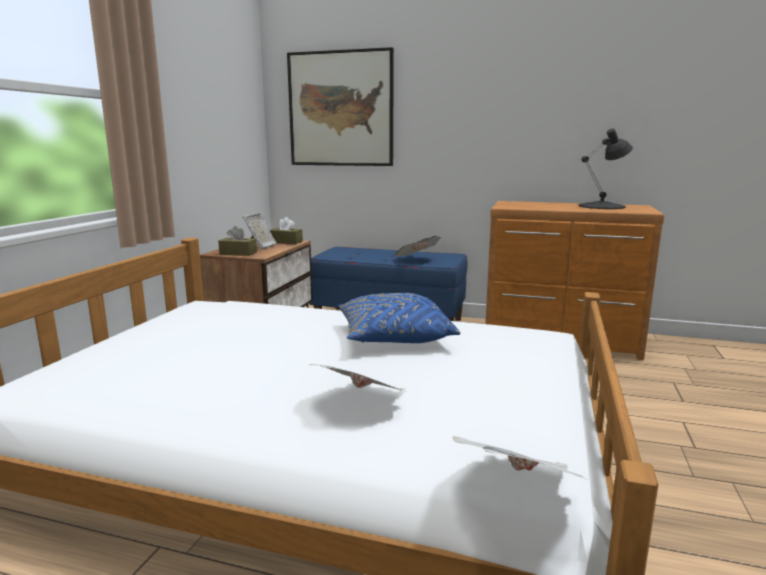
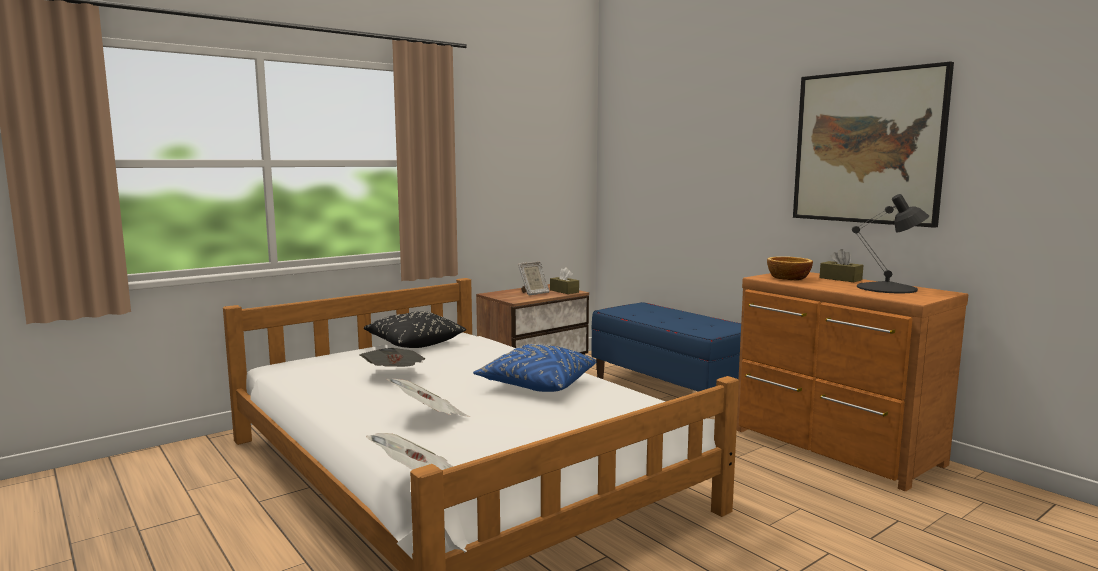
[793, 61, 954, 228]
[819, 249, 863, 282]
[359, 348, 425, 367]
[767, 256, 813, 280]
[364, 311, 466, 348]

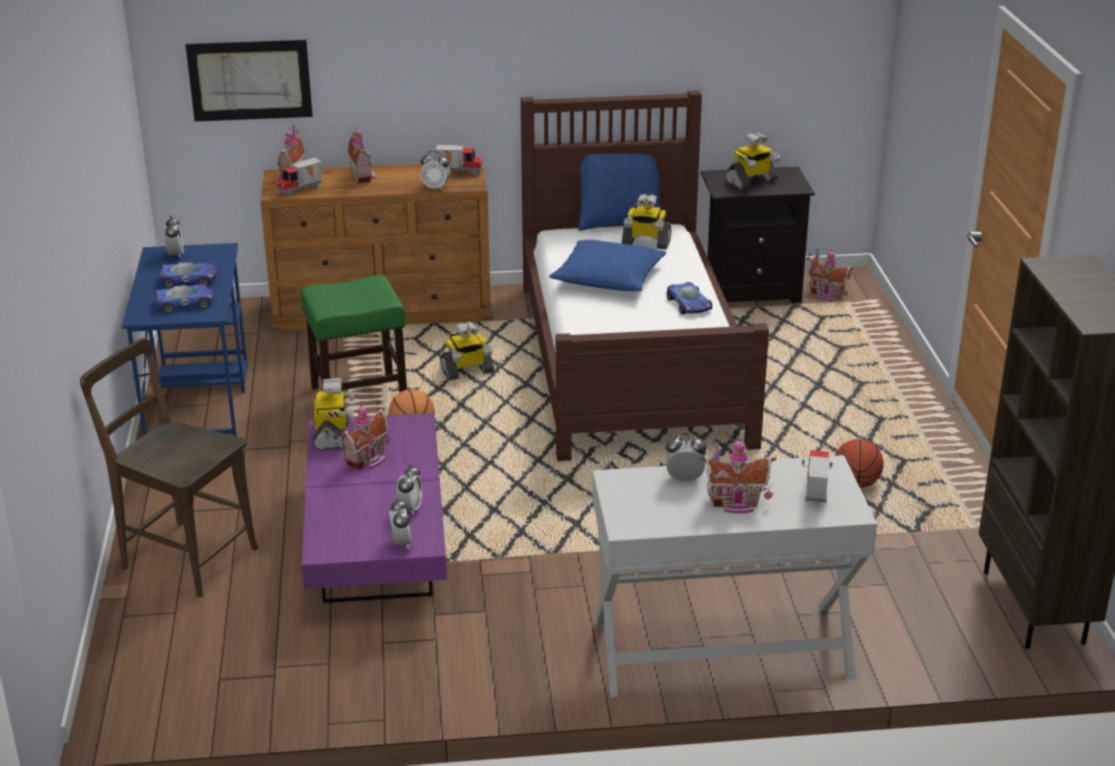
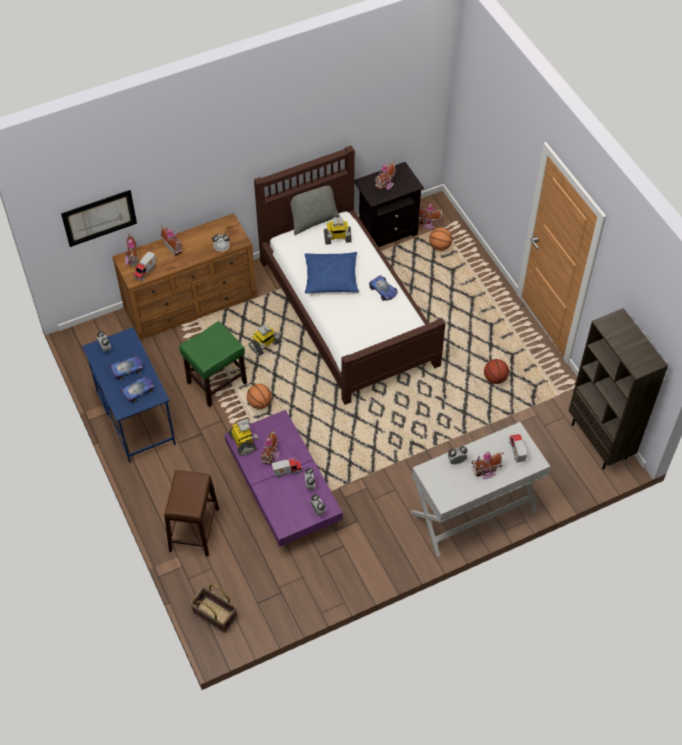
[375, 161, 396, 191]
[272, 458, 302, 478]
[290, 172, 340, 235]
[164, 470, 219, 557]
[429, 228, 453, 251]
[190, 584, 237, 633]

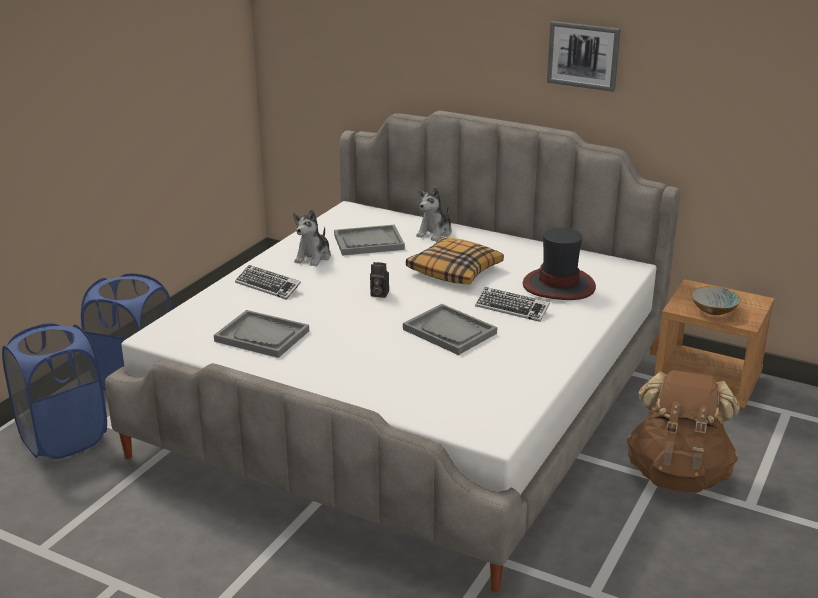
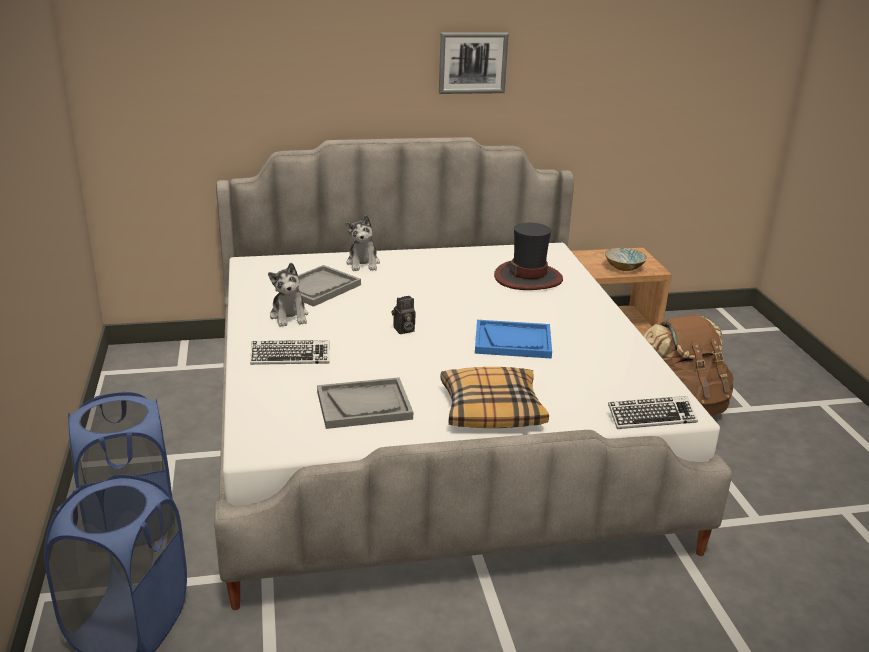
[440, 367, 549, 428]
[608, 396, 698, 429]
[475, 320, 552, 358]

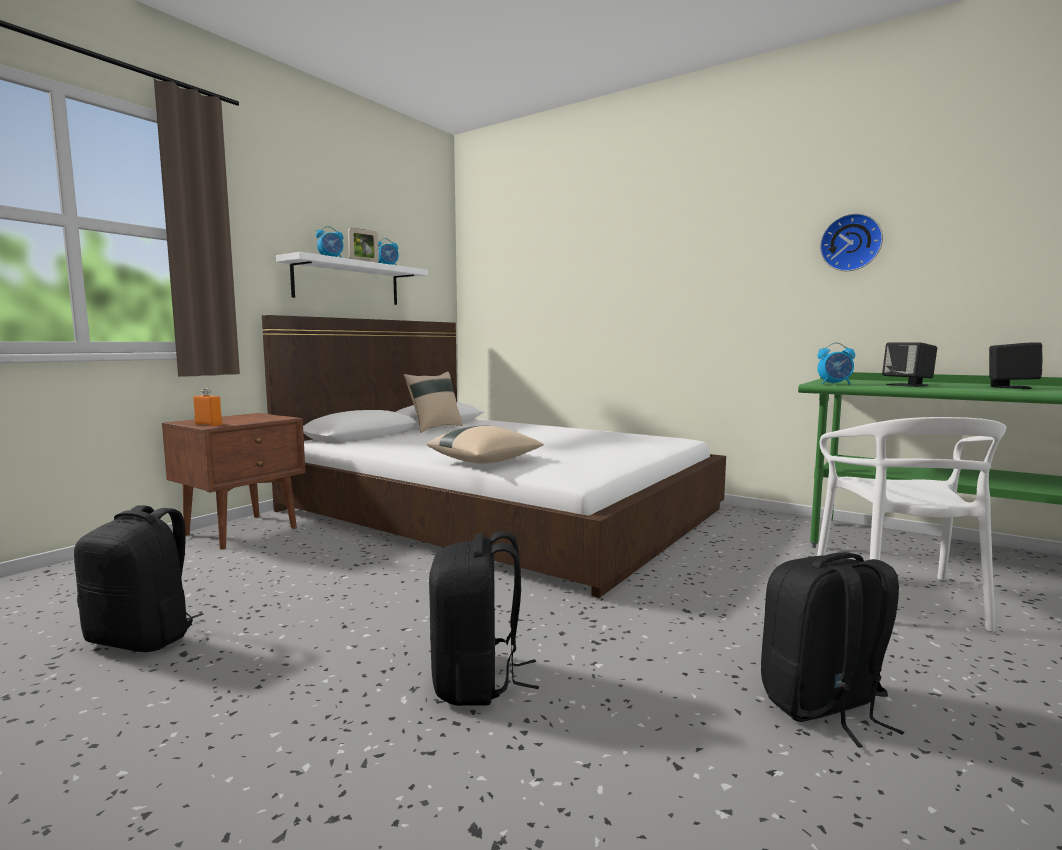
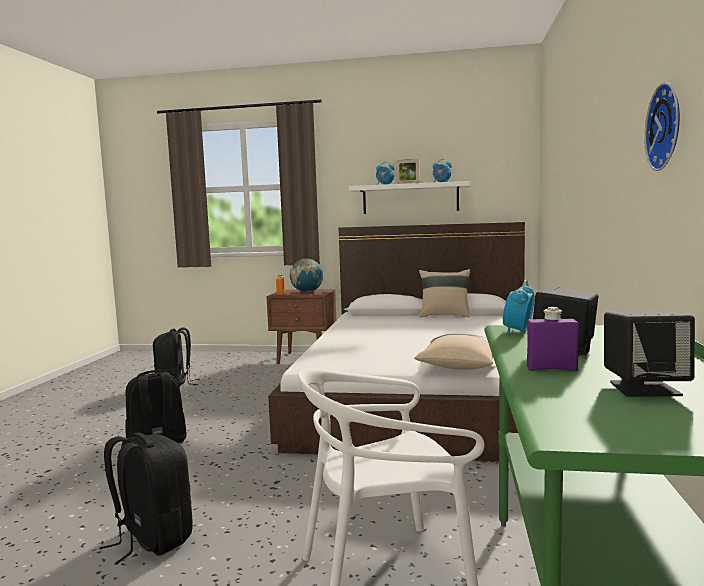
[503, 280, 534, 335]
[414, 334, 493, 370]
[290, 259, 323, 293]
[527, 307, 579, 371]

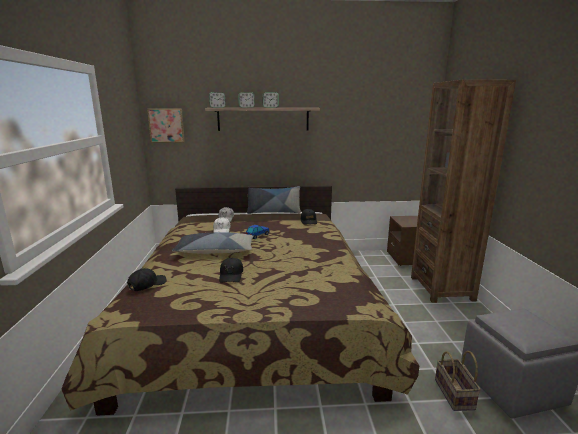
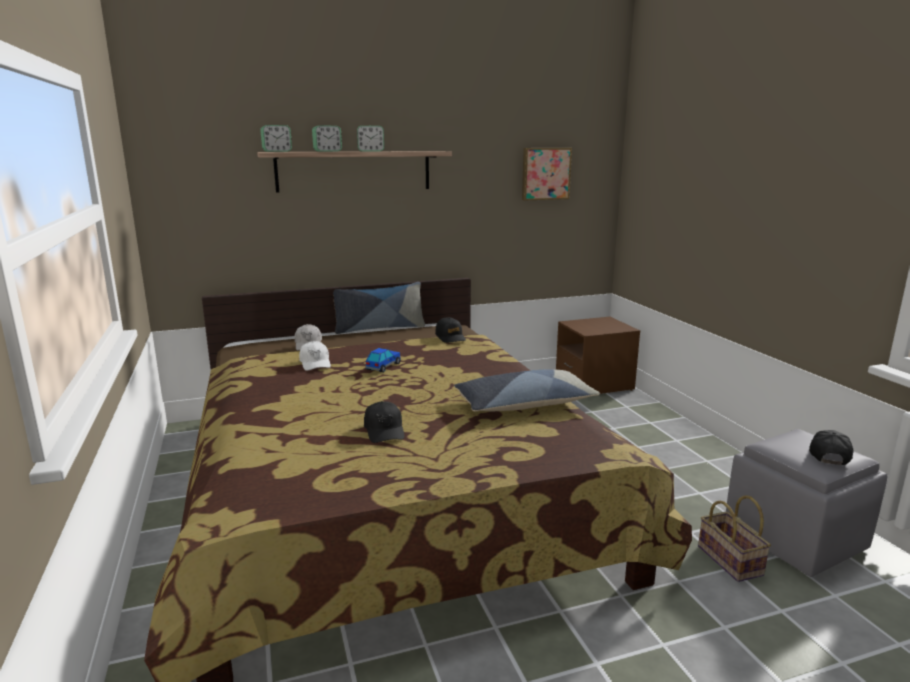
[411, 79, 516, 303] (first image)
[522, 148, 572, 201]
[454, 369, 600, 411]
[809, 430, 853, 465]

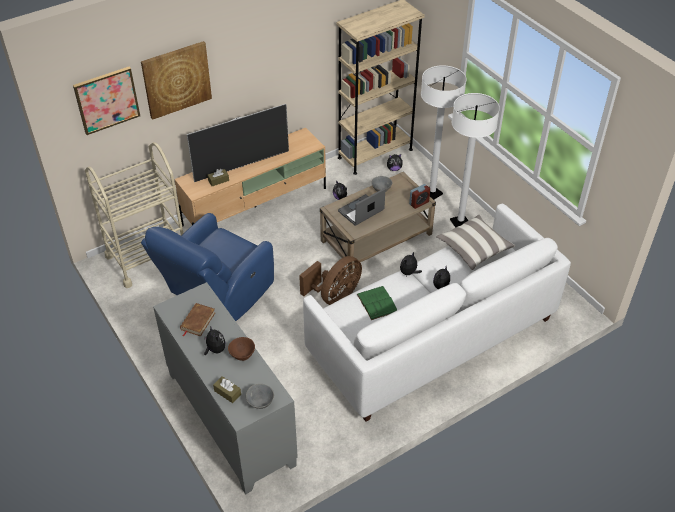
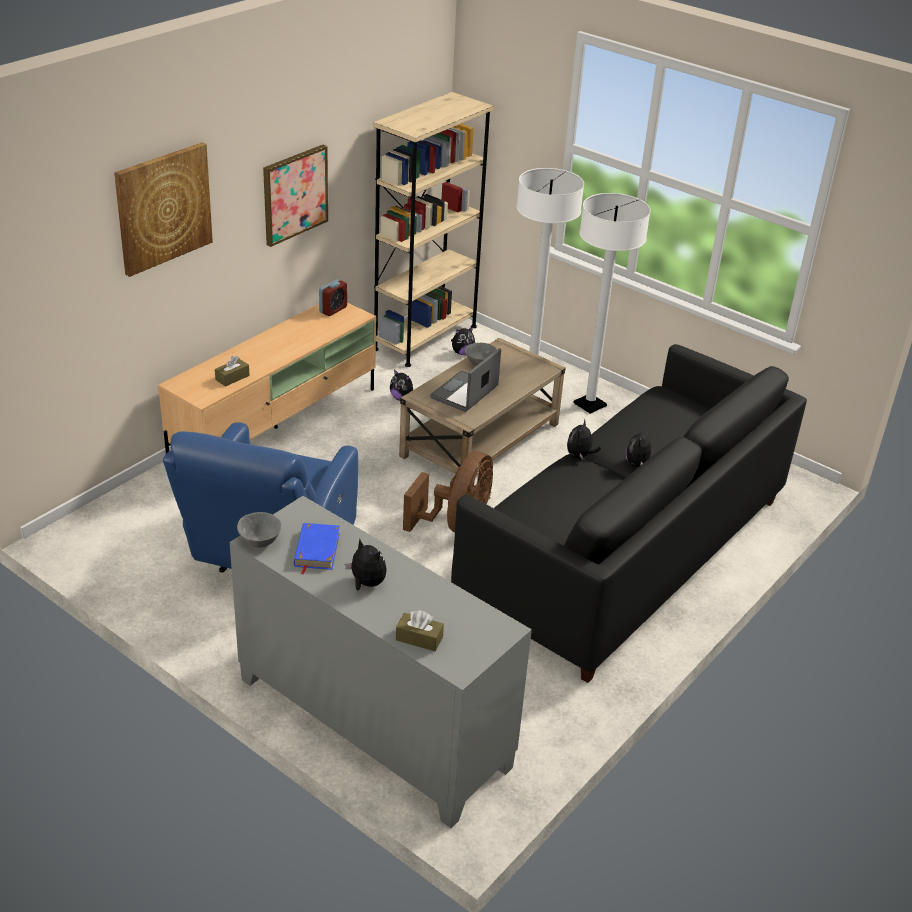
[263, 144, 328, 247]
[187, 104, 289, 182] (first image)
[85, 142, 184, 288] (first image)
[319, 279, 347, 316]
[451, 344, 807, 683]
[436, 214, 515, 270] (first image)
[357, 286, 397, 320] (first image)
[294, 523, 340, 575]
[228, 337, 255, 361] (first image)
[237, 512, 282, 548]

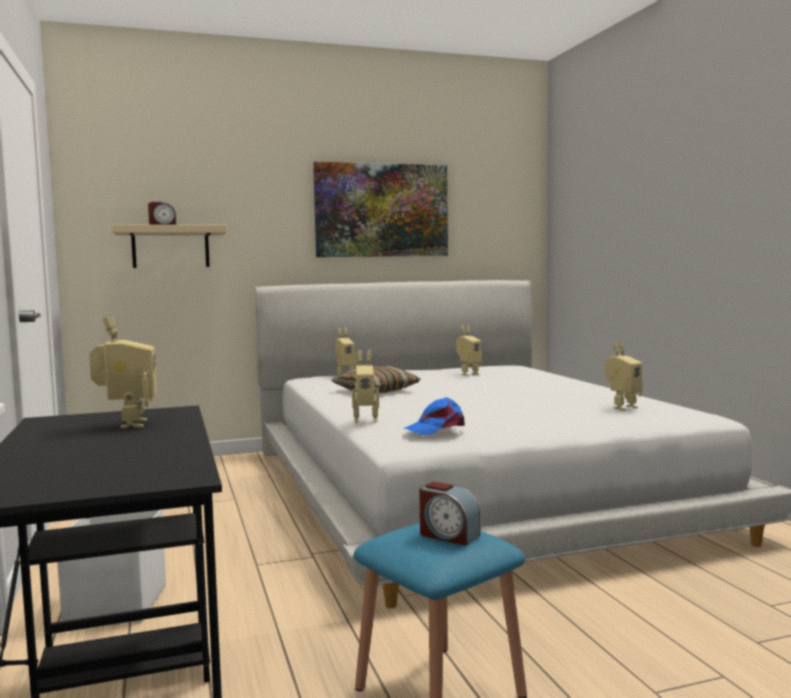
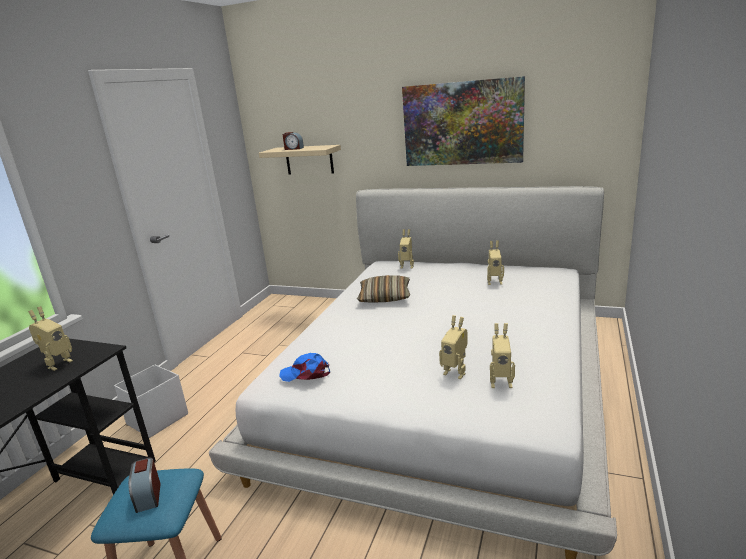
[439, 315, 468, 379]

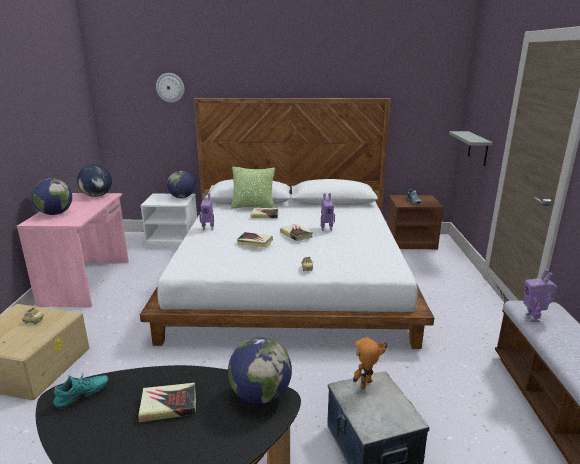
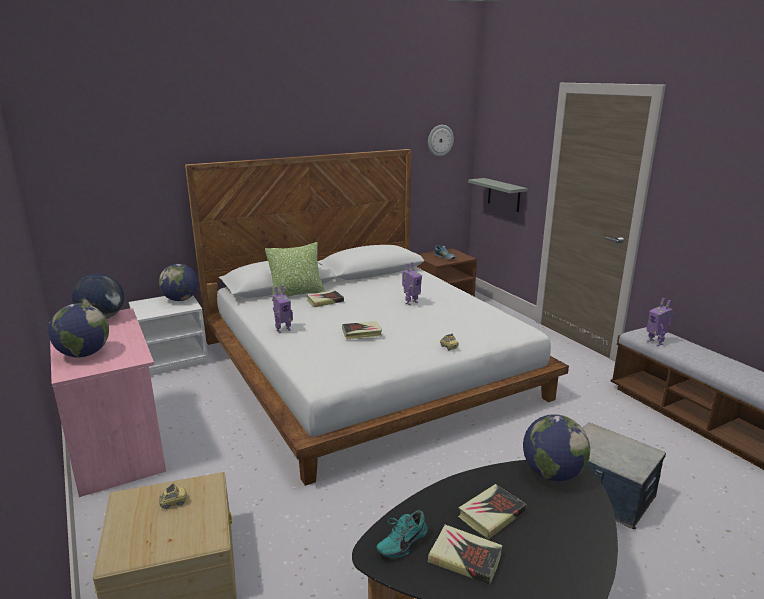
[428, 125, 454, 156]
[428, 525, 503, 585]
[353, 337, 387, 389] (first image)
[377, 510, 428, 558]

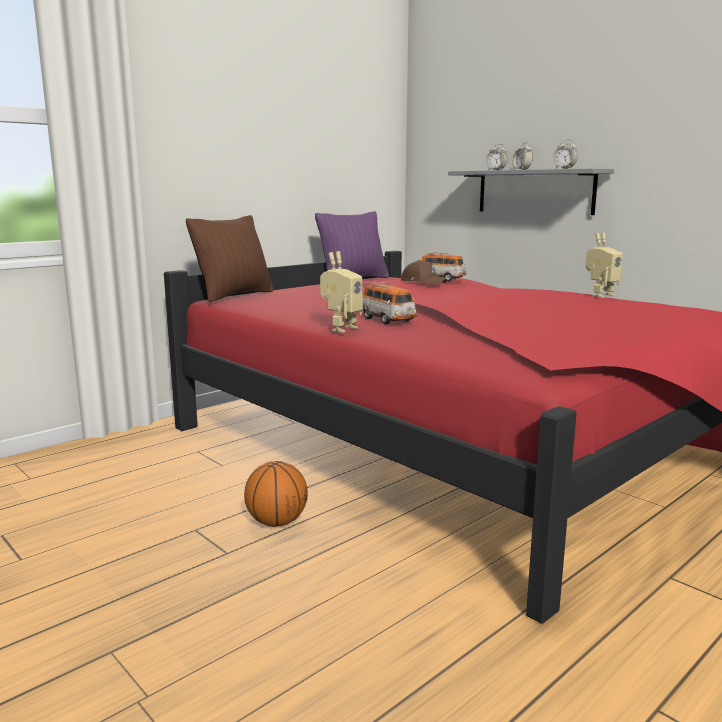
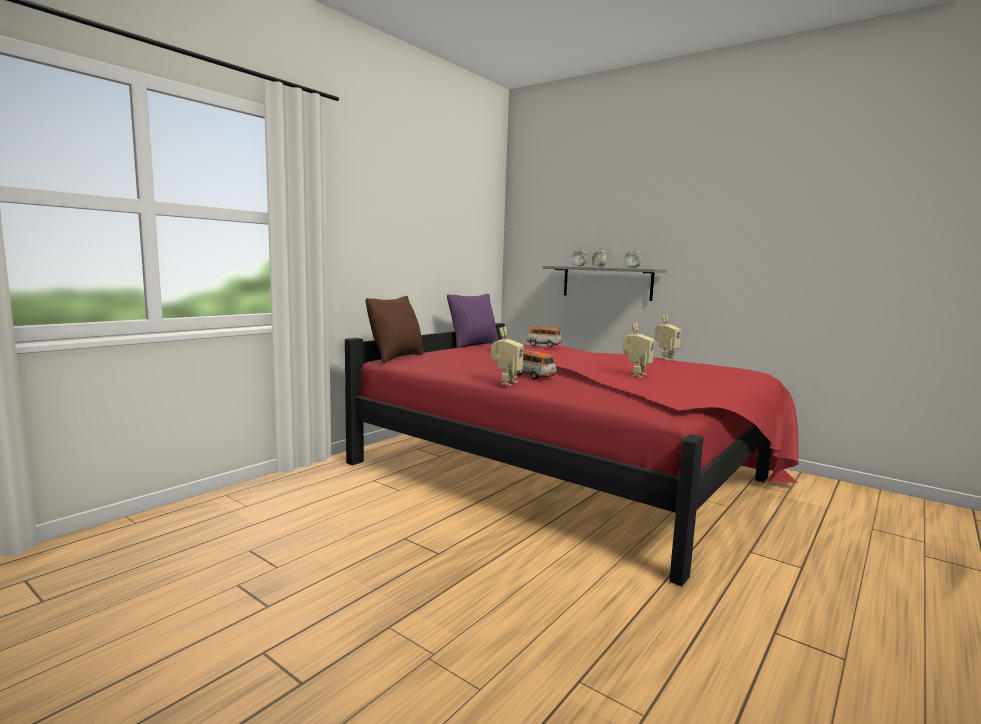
[401, 260, 447, 285] (first image)
[244, 461, 308, 527] (first image)
[622, 322, 655, 377]

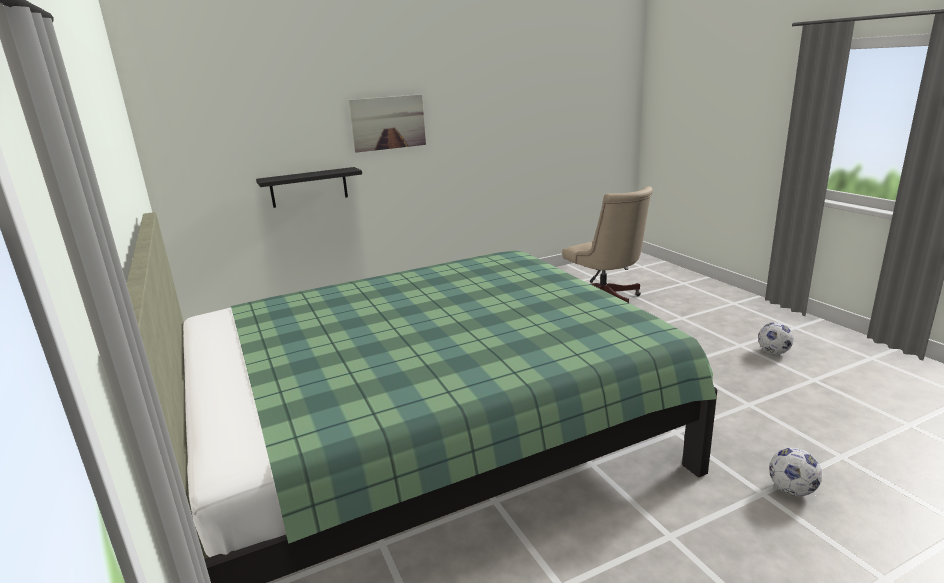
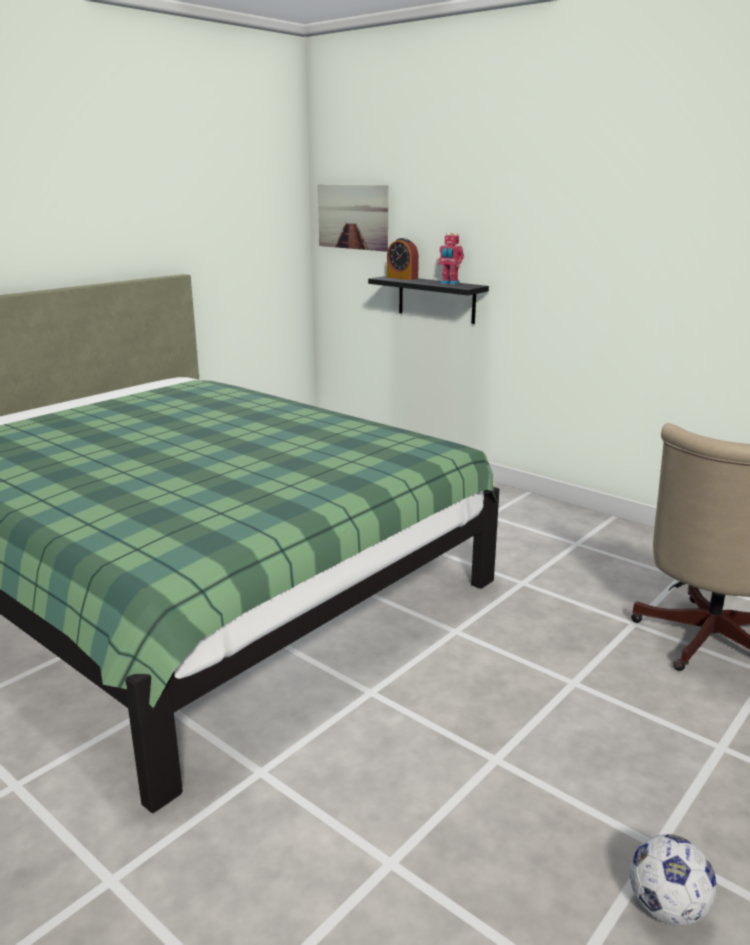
[318, 184, 388, 252]
[769, 448, 822, 496] (first image)
[438, 233, 464, 285]
[387, 238, 419, 280]

